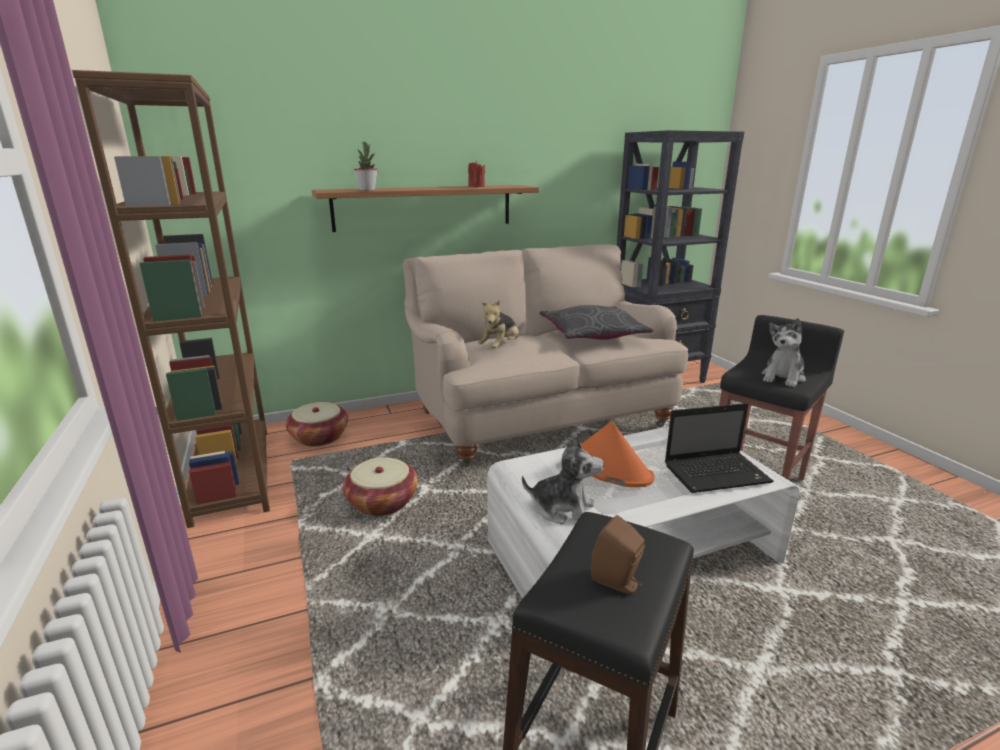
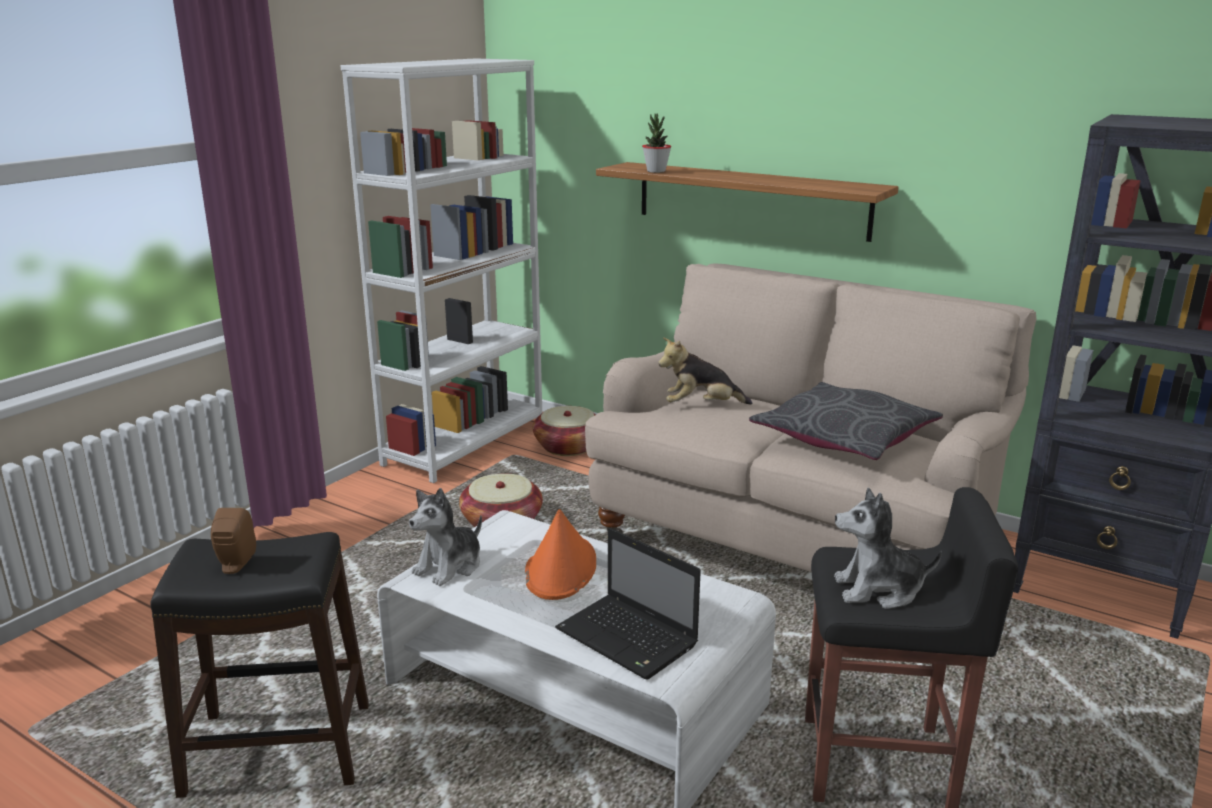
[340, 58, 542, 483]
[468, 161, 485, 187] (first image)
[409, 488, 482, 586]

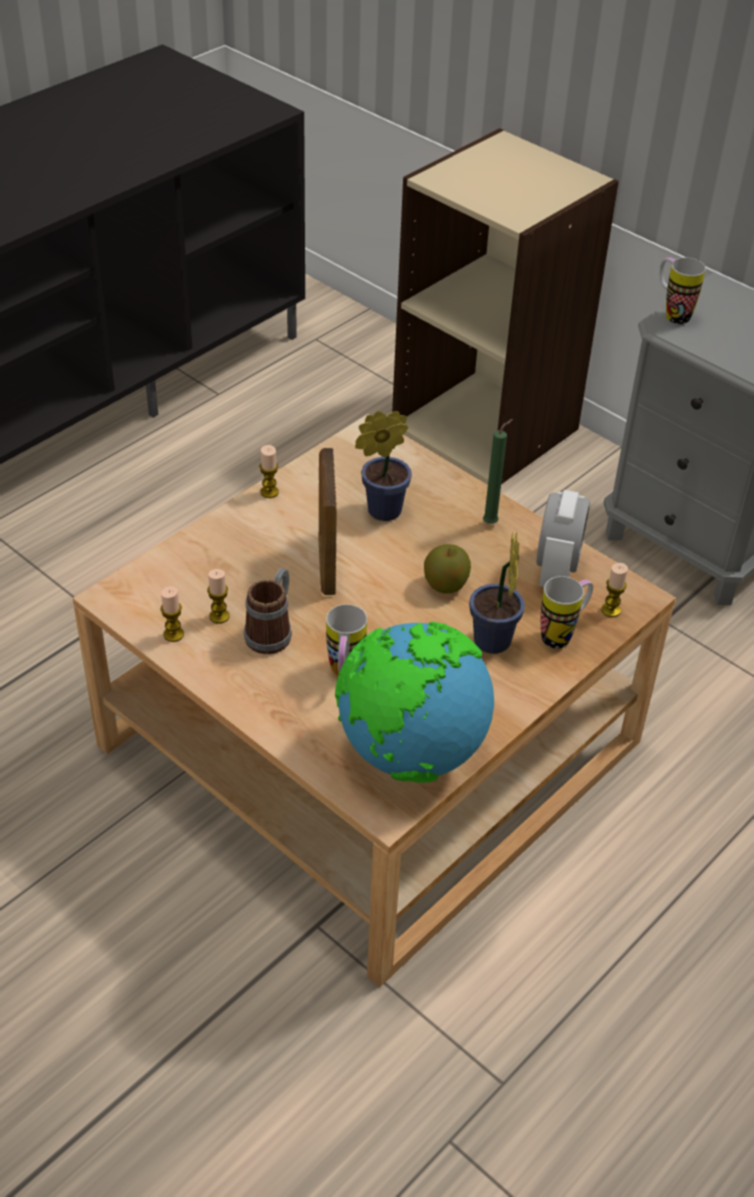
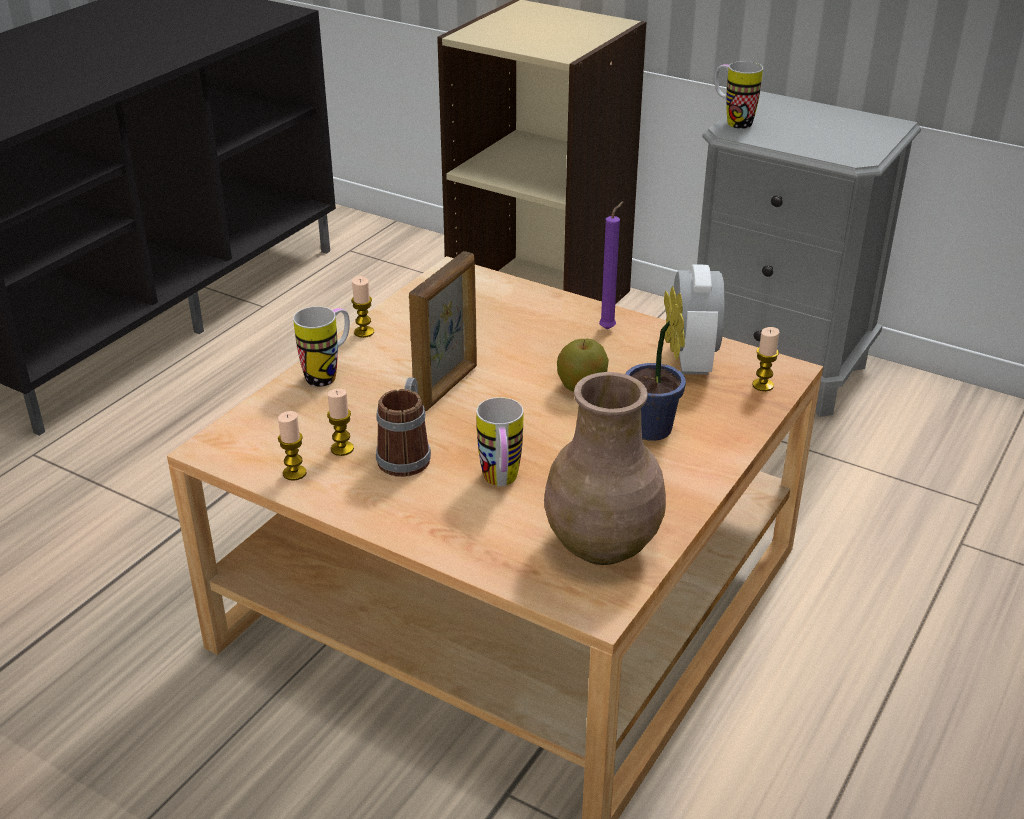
[355, 411, 412, 521] (first image)
[599, 201, 624, 329]
[409, 251, 477, 411]
[293, 306, 350, 387]
[544, 372, 666, 565]

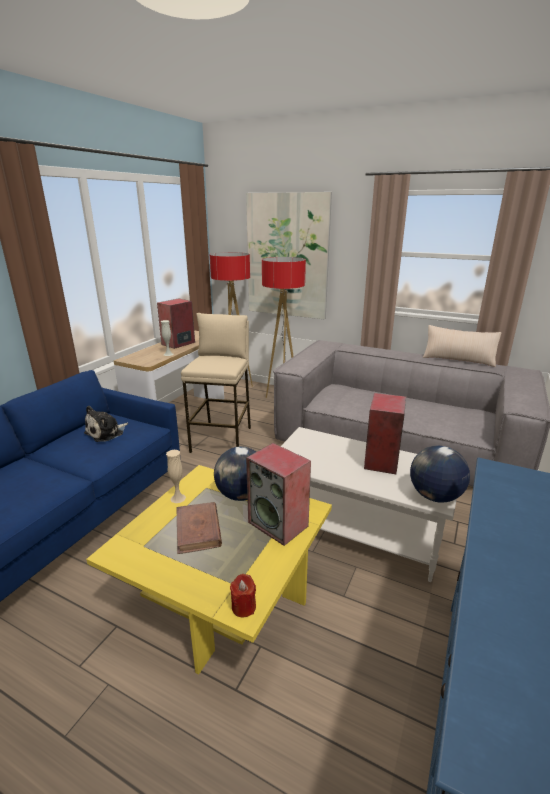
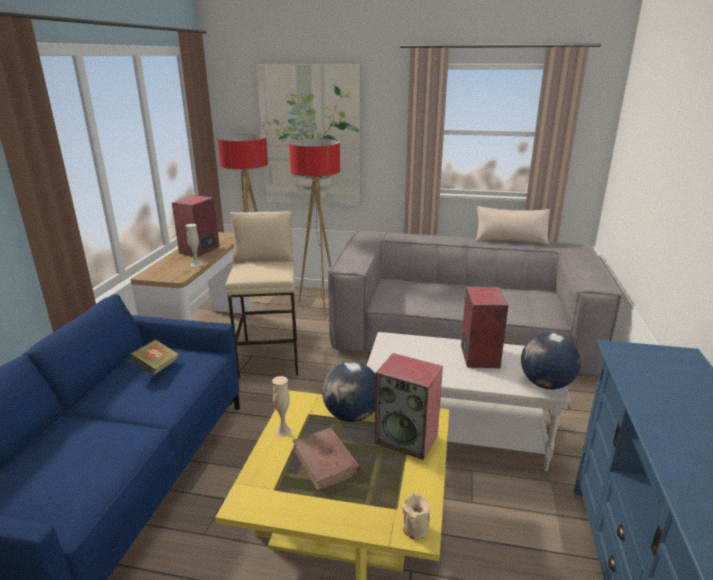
[127, 340, 179, 376]
[402, 494, 430, 539]

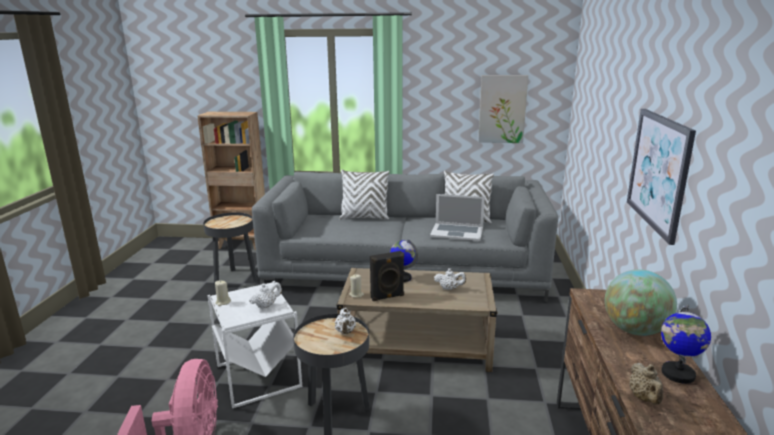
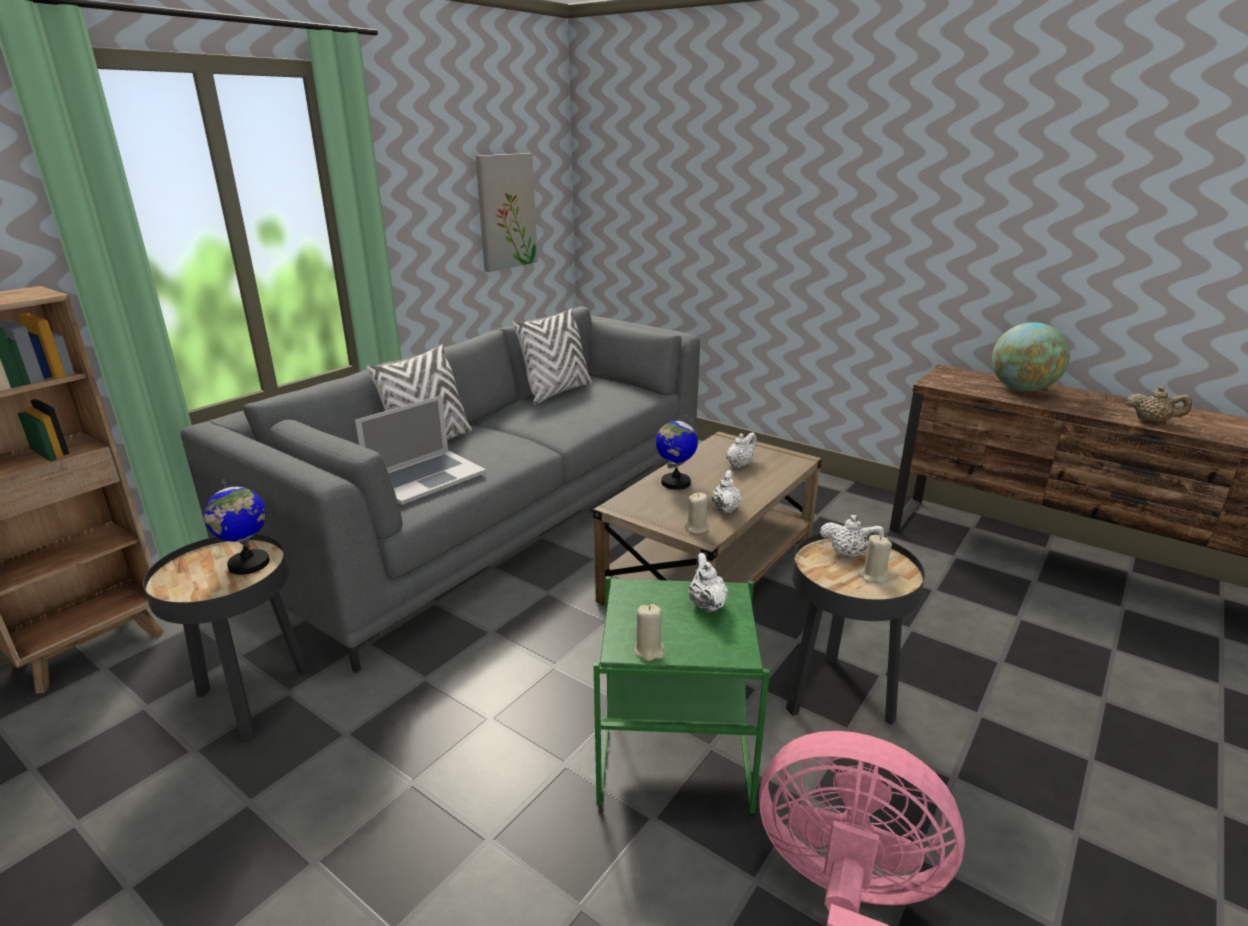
[627, 109, 696, 245] (first image)
[355, 395, 486, 505]
[712, 470, 741, 513]
[594, 576, 770, 813]
[204, 479, 270, 575]
[859, 535, 892, 583]

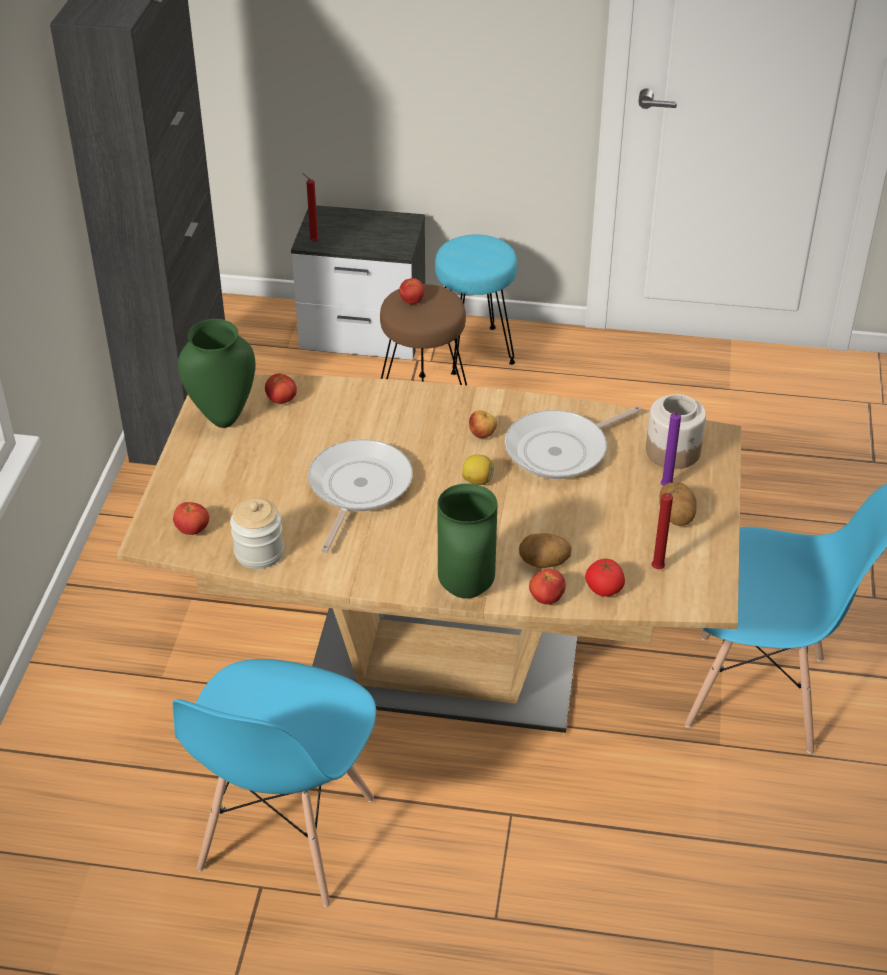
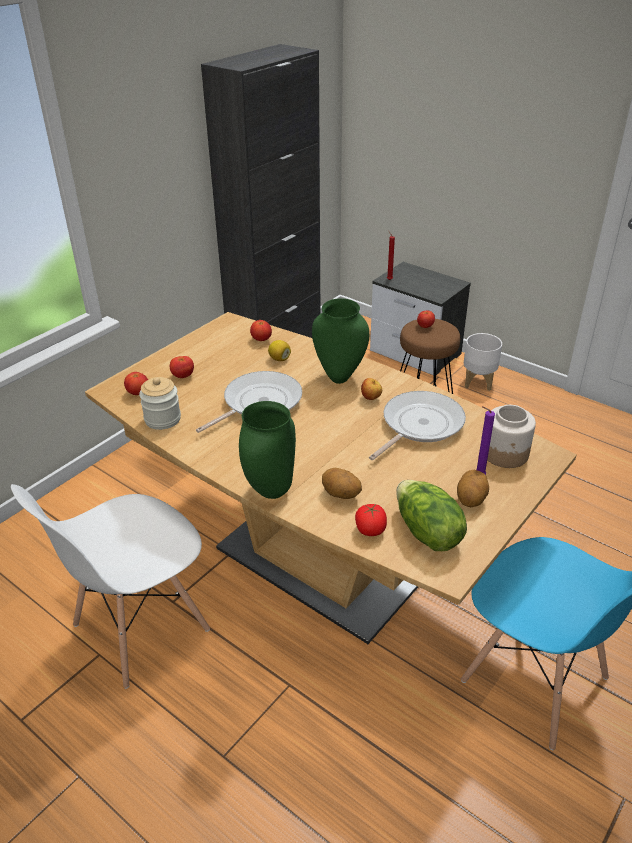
[464, 333, 502, 391]
[312, 298, 369, 384]
[369, 391, 466, 460]
[268, 340, 291, 361]
[396, 480, 467, 551]
[170, 356, 194, 378]
[11, 484, 210, 689]

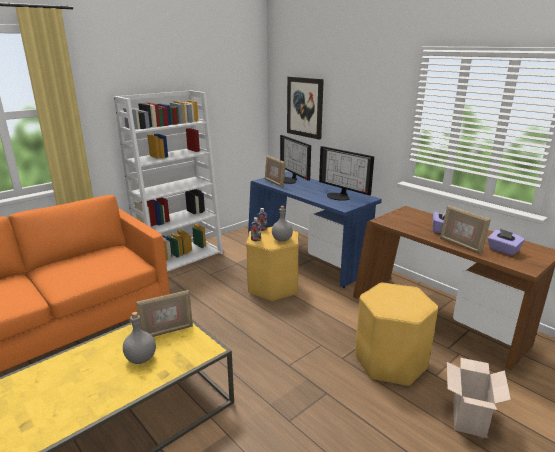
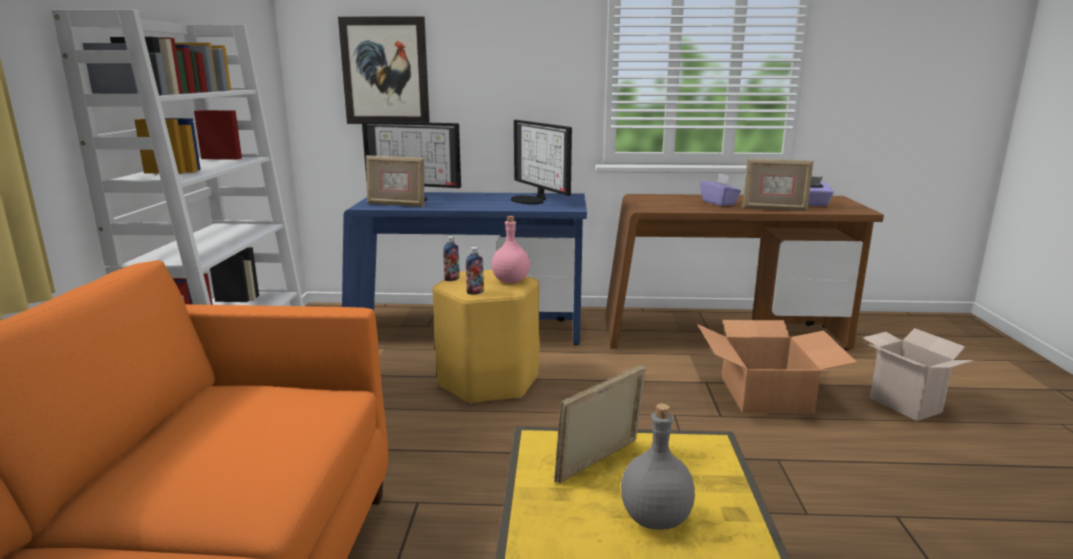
[511, 120, 572, 204]
[492, 216, 530, 283]
[697, 320, 858, 413]
[554, 365, 646, 483]

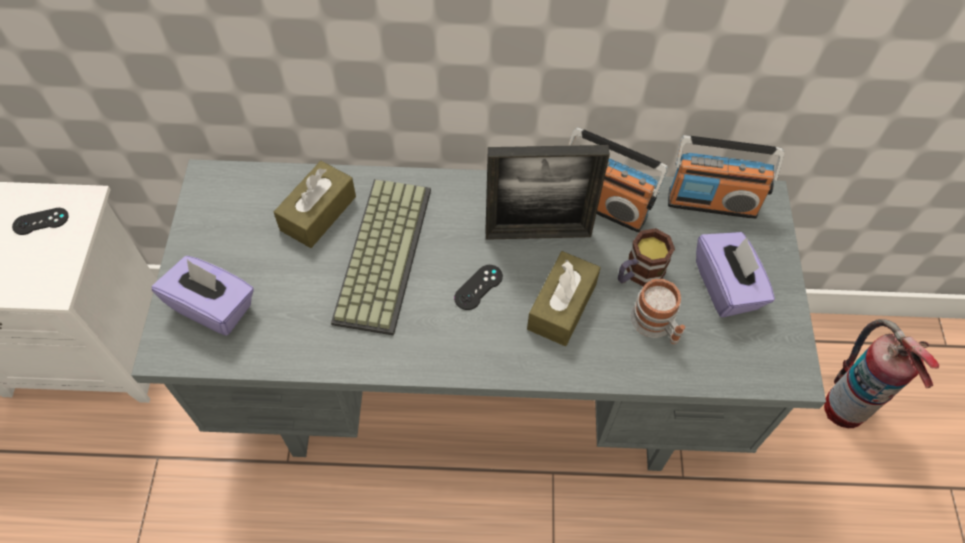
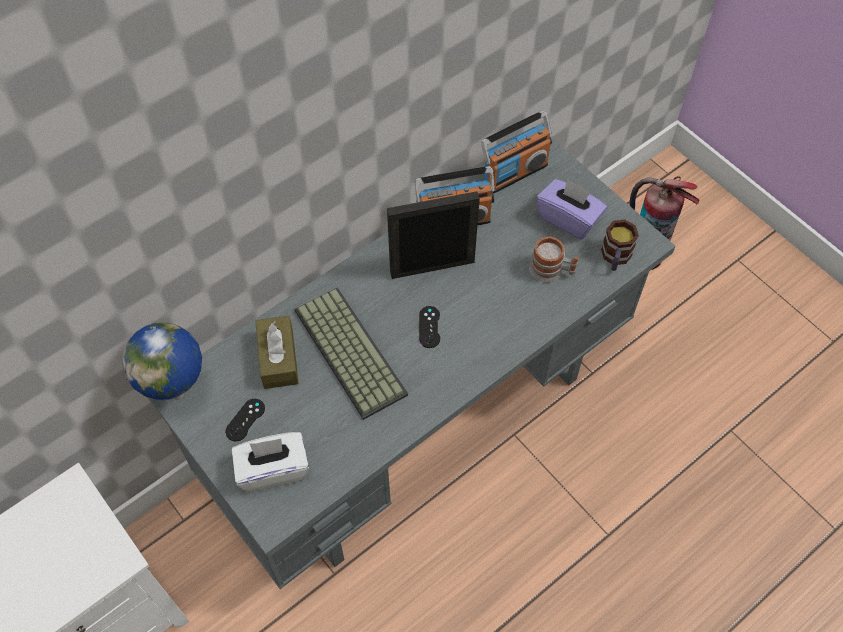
[387, 191, 480, 279]
[225, 399, 265, 441]
[601, 220, 639, 271]
[527, 251, 601, 346] (first image)
[232, 432, 309, 492]
[122, 323, 202, 400]

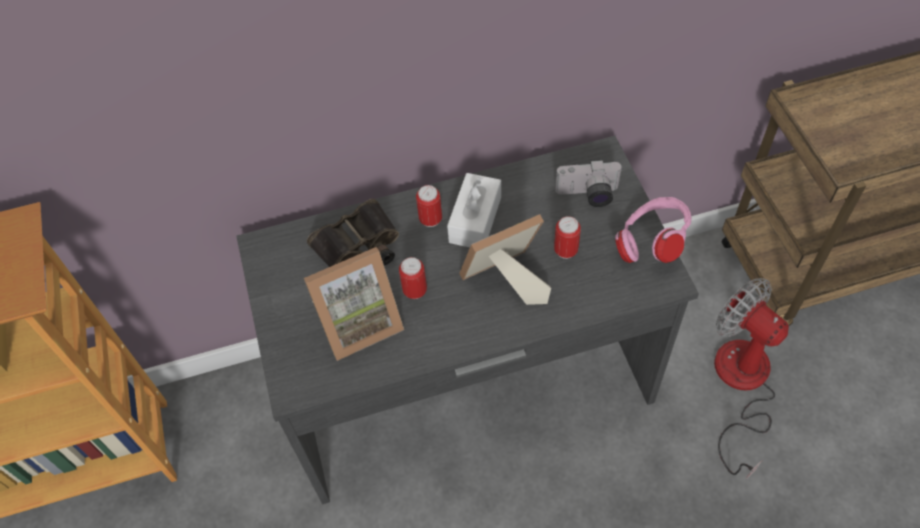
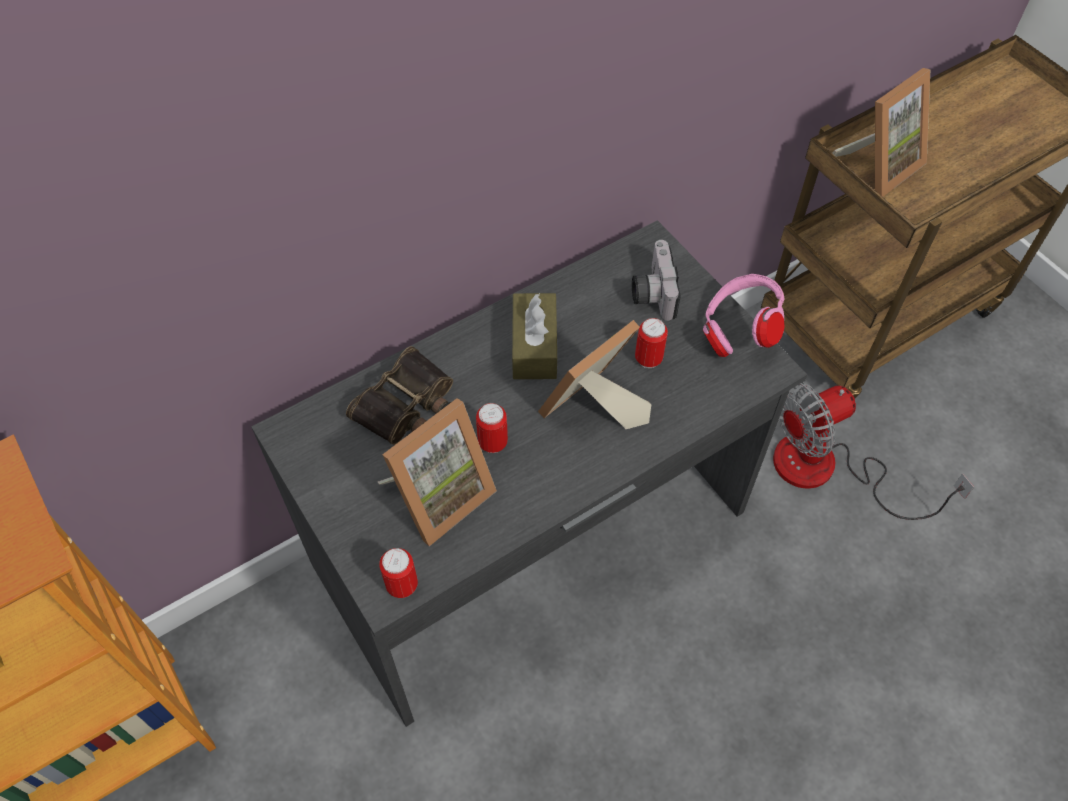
[632, 240, 681, 321]
[512, 293, 557, 379]
[379, 548, 418, 598]
[773, 383, 974, 520]
[832, 68, 931, 197]

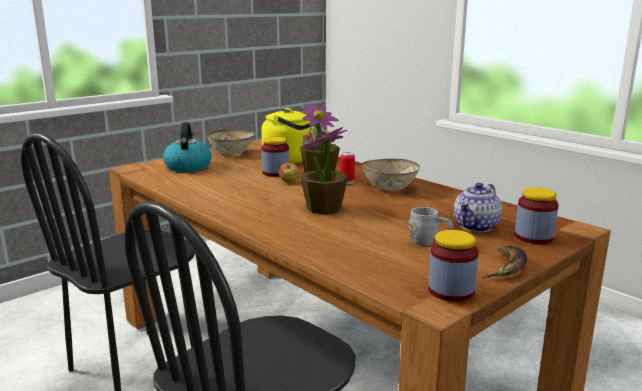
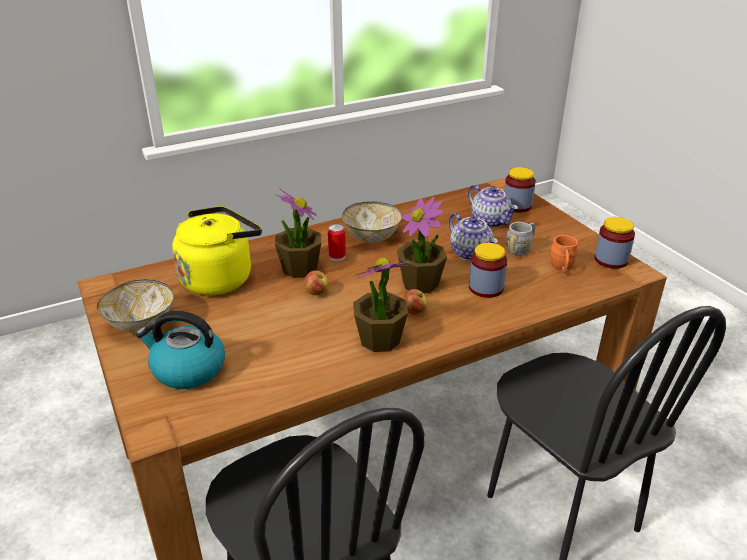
[469, 243, 507, 298]
[482, 246, 527, 279] (first image)
[449, 213, 498, 261]
[550, 235, 578, 273]
[353, 258, 411, 352]
[403, 289, 428, 315]

